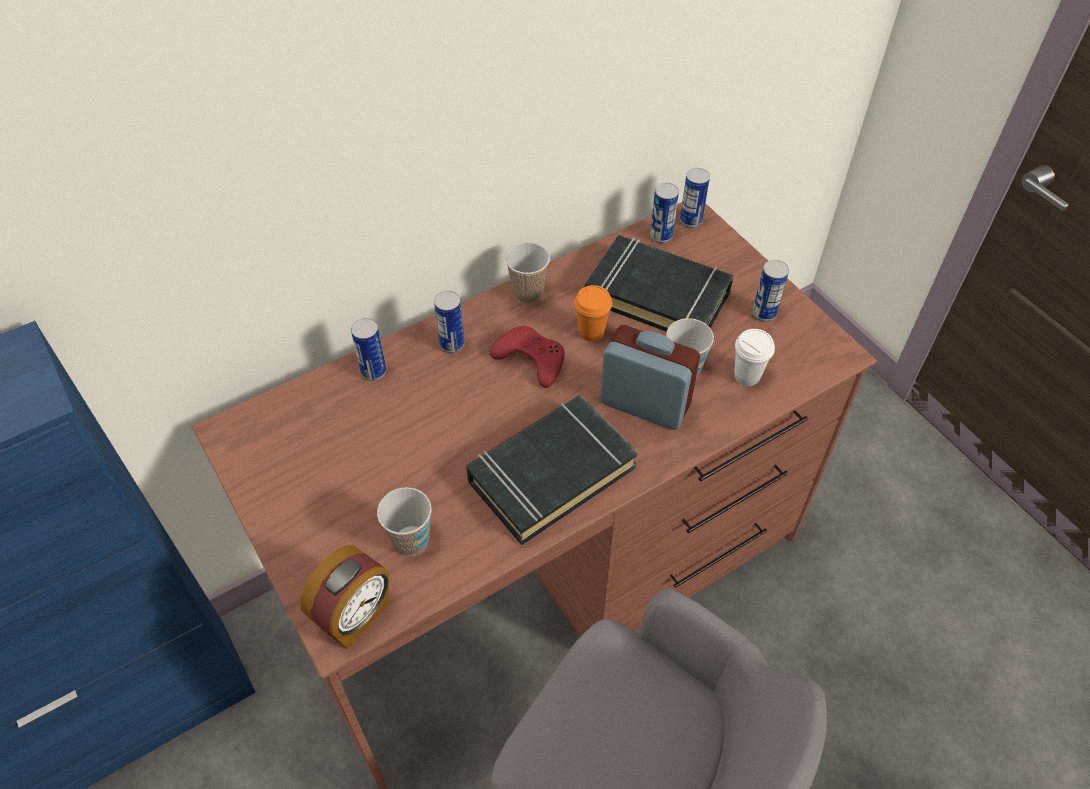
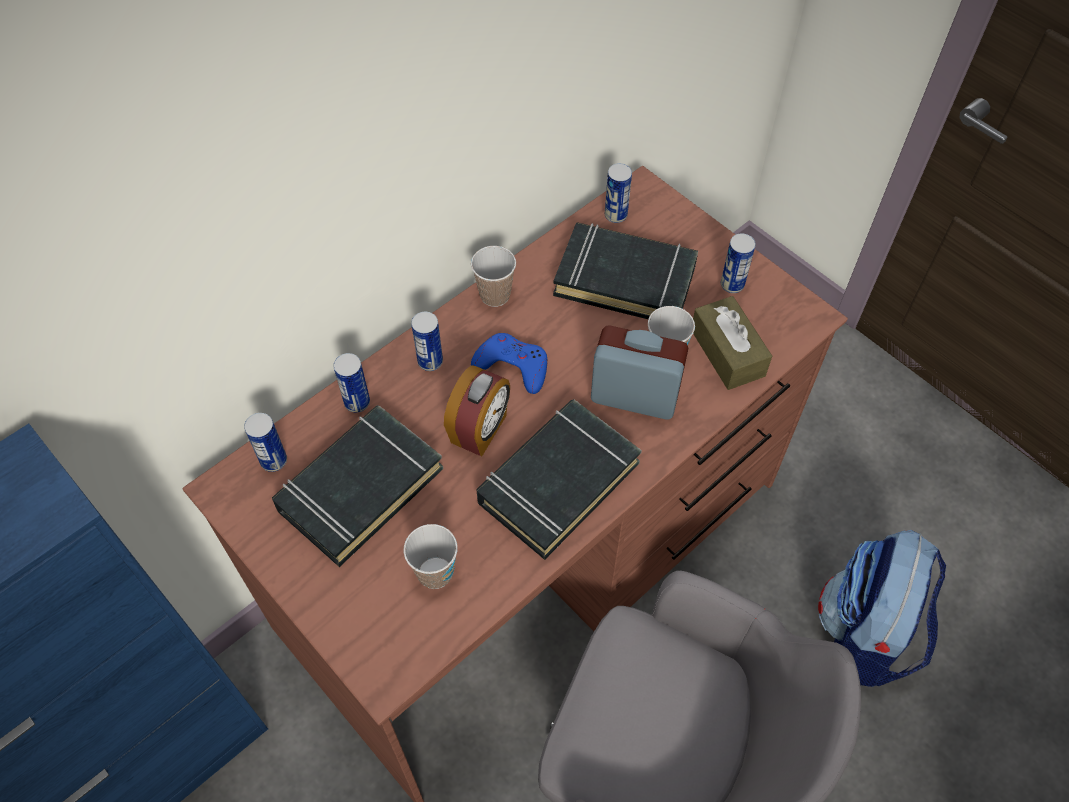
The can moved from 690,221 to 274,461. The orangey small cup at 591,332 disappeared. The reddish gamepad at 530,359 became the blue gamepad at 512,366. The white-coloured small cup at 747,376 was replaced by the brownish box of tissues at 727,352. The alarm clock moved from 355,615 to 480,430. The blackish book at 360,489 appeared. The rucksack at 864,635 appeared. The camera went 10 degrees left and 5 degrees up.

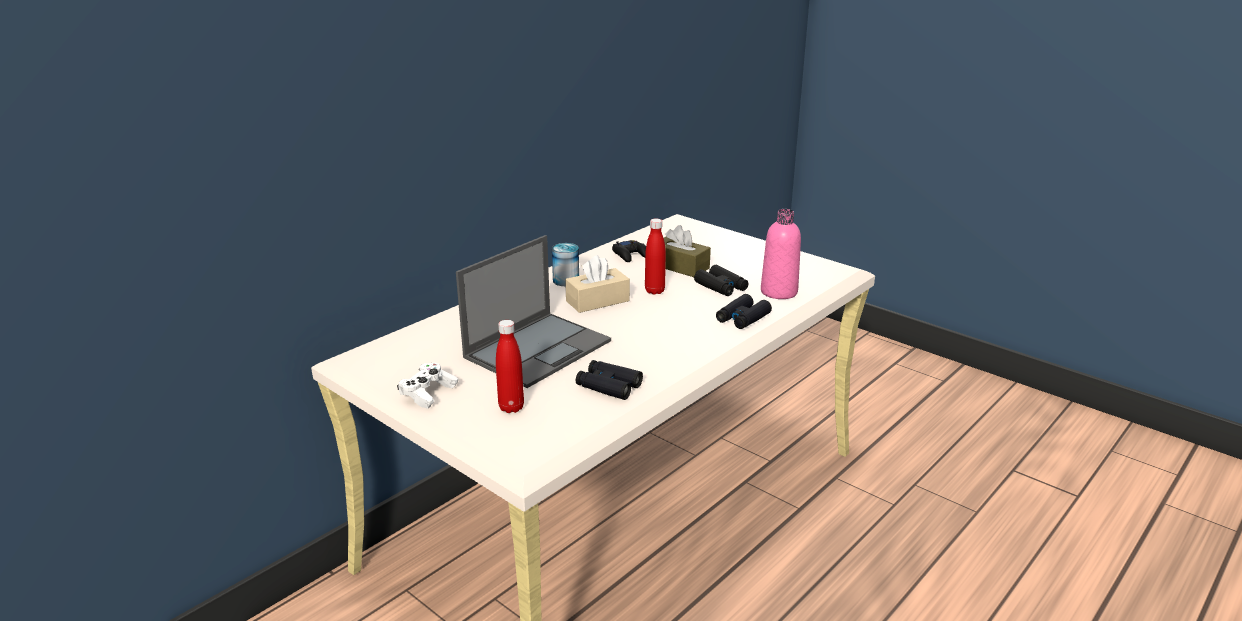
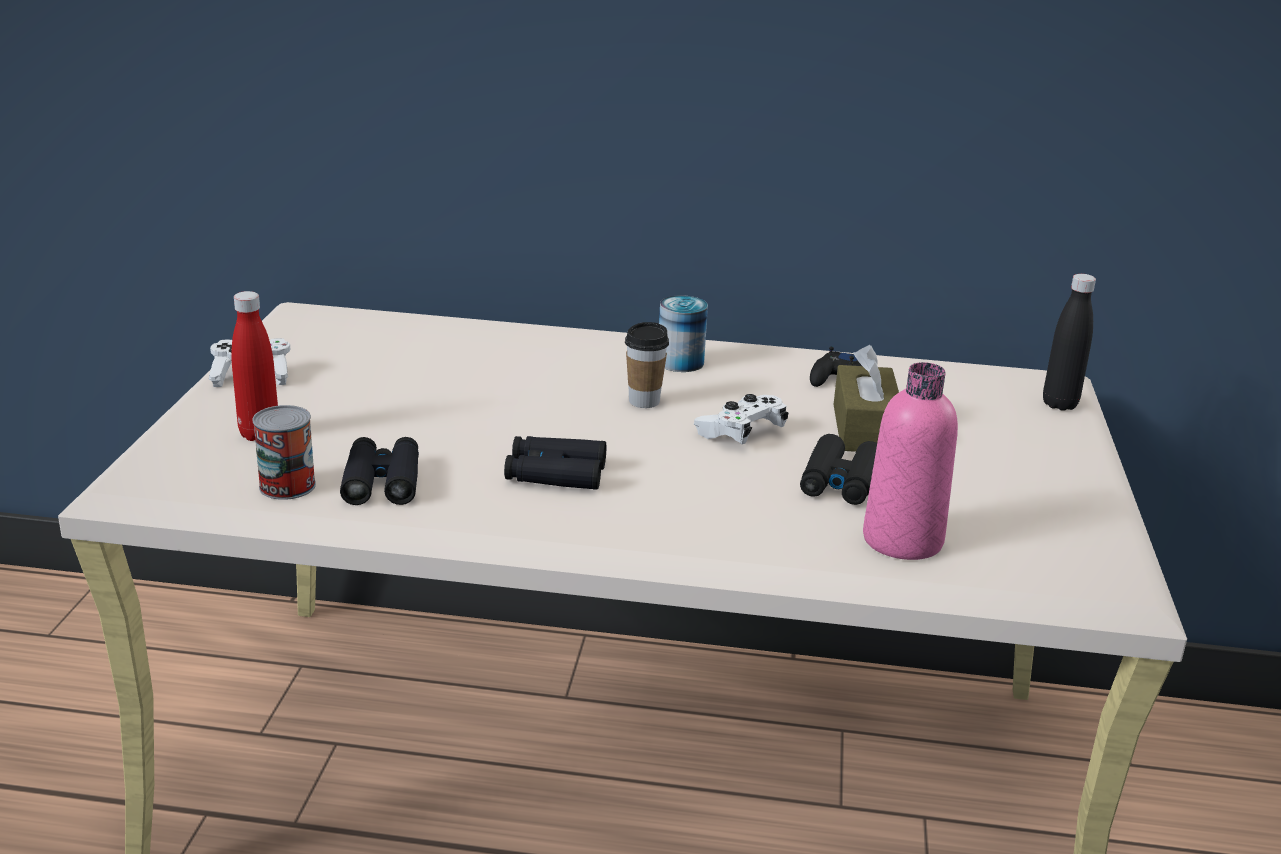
The reddish drink bottle at 654,291 was replaced by the white-coloured gamepad at 741,432. The portable computer at 538,348 disappeared. The sand-coloured box of tissues at 597,301 was replaced by the small cup at 644,401. The blackish binoculars moved from 742,318 to 555,474. The blackish drink bottle at 1059,404 appeared. The can at 287,486 appeared. The camera went 55 degrees right and 0 degrees up.

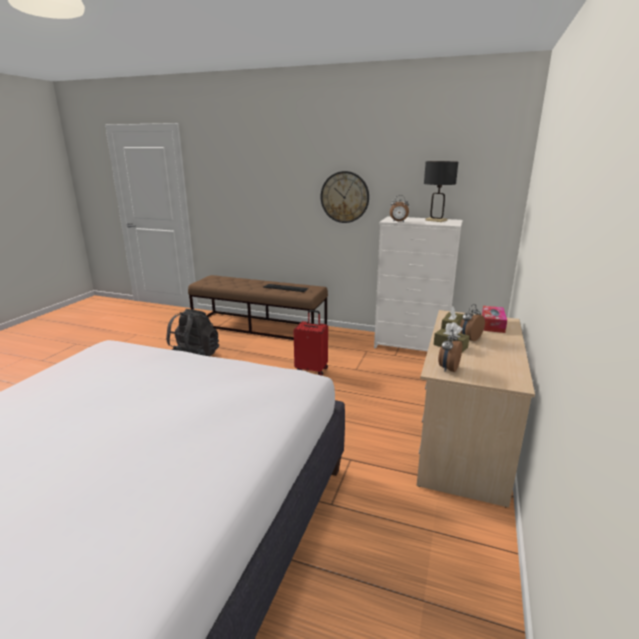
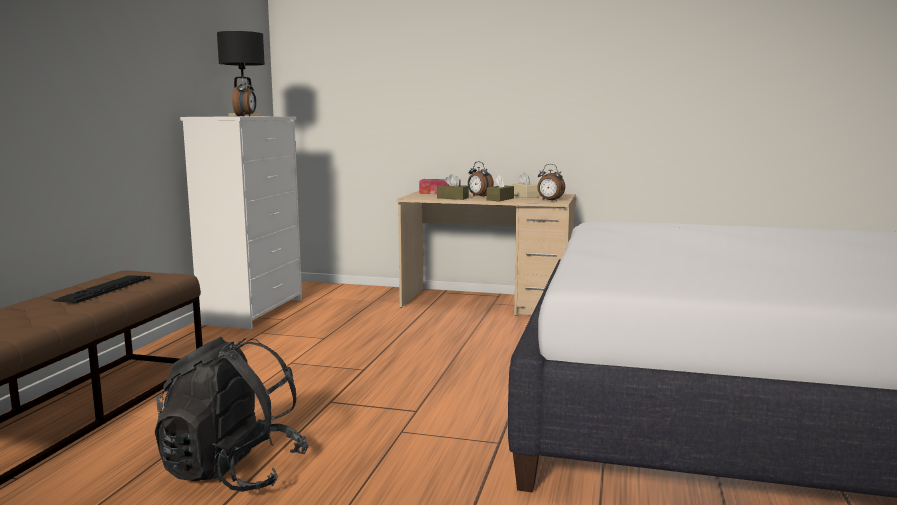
The wall clock at 344,197 disappeared. The reddish piece of luggage at 312,369 disappeared. The sand-coloured box of tissues at 524,196 appeared. The camera went 95 degrees left and 10 degrees down.

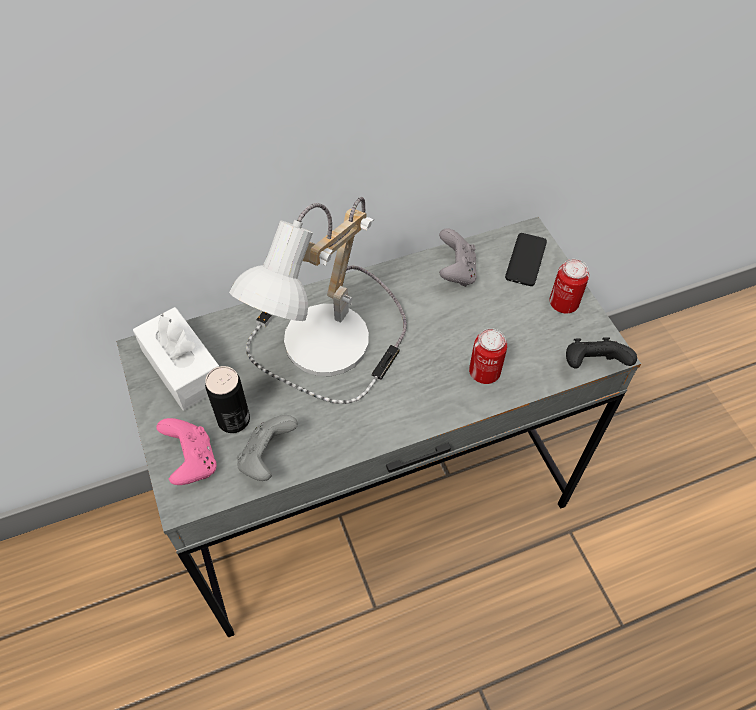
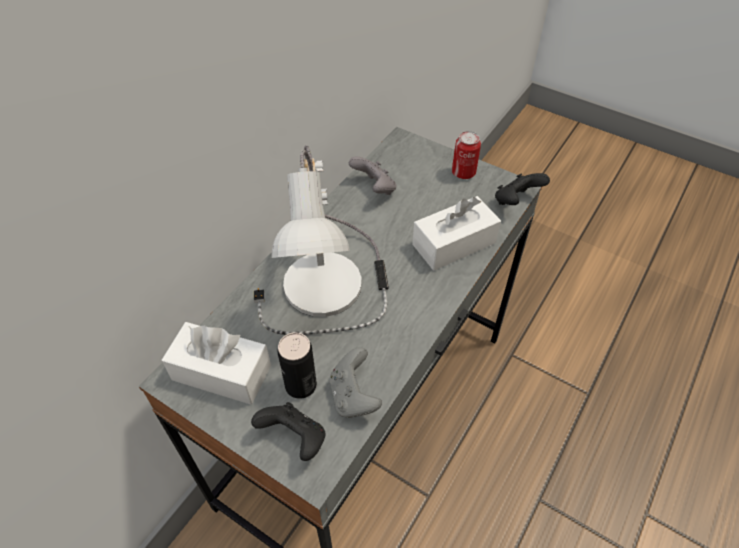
The telephone at 526,260 disappeared. The can at 484,372 was replaced by the white-coloured box of tissues at 454,243. The pink-coloured gamepad at 192,461 became the blackish gamepad at 295,438. The camera went 35 degrees left and 5 degrees down.

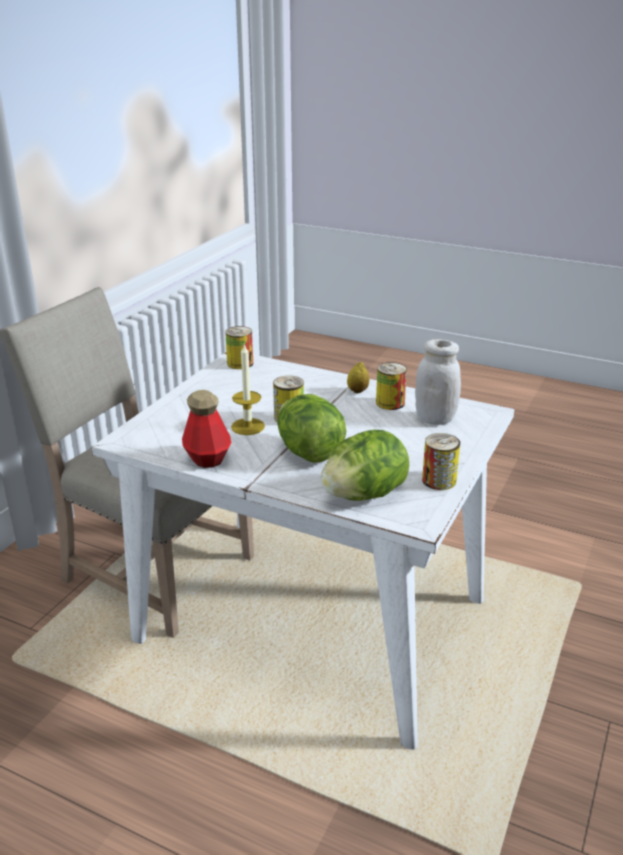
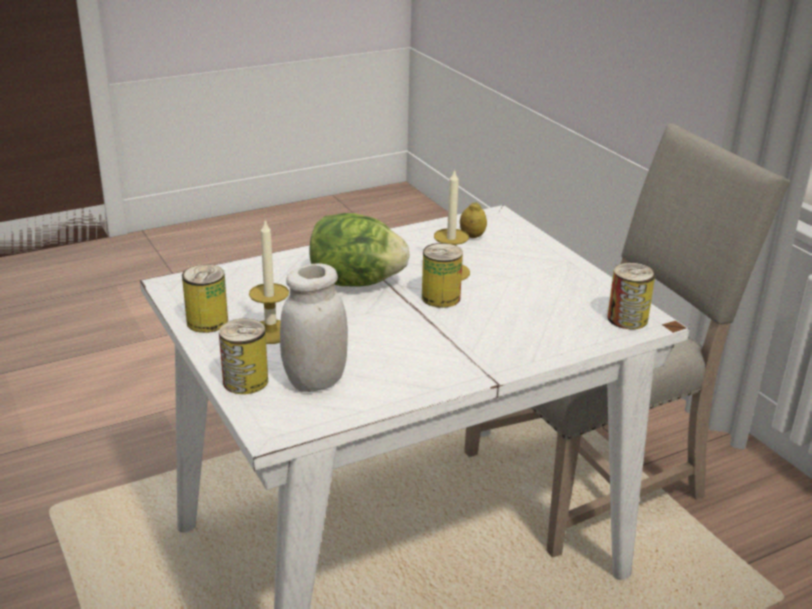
The lemon moved from 358,391 to 472,236. The can moved from 390,403 to 245,381. The drink bottle at 208,459 disappeared. The lettuce at 364,495 disappeared. The wax candle at 271,332 appeared. The camera went 125 degrees right and 0 degrees up.

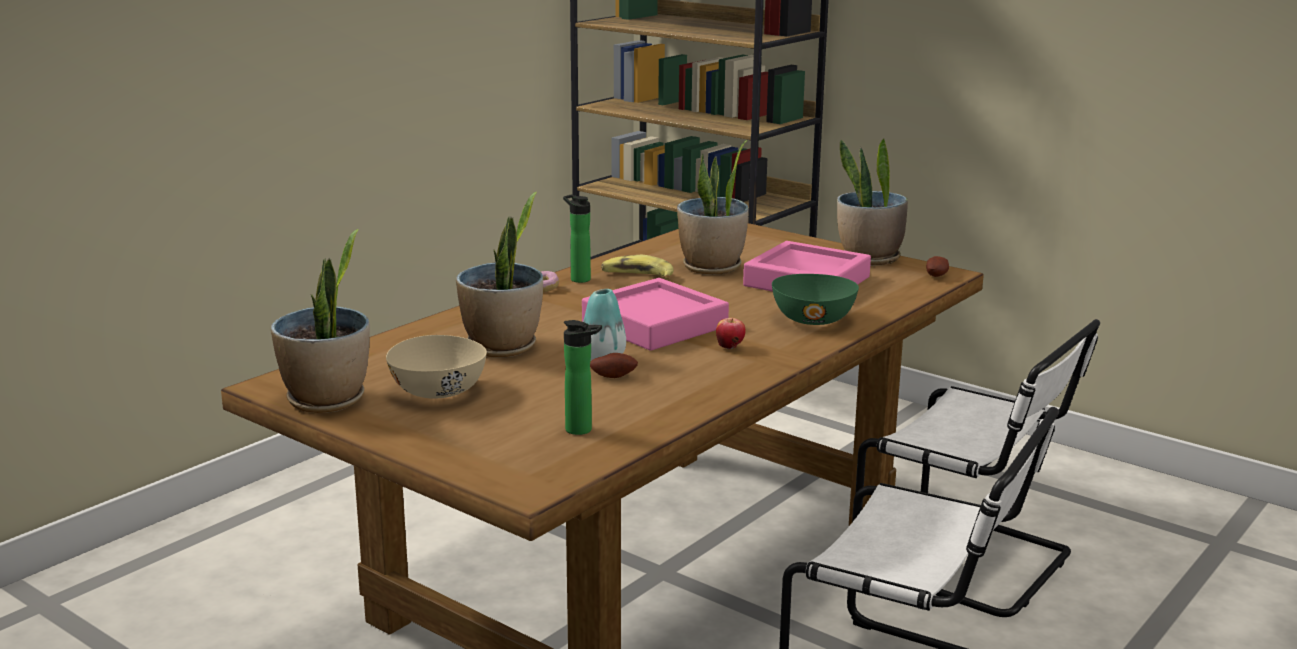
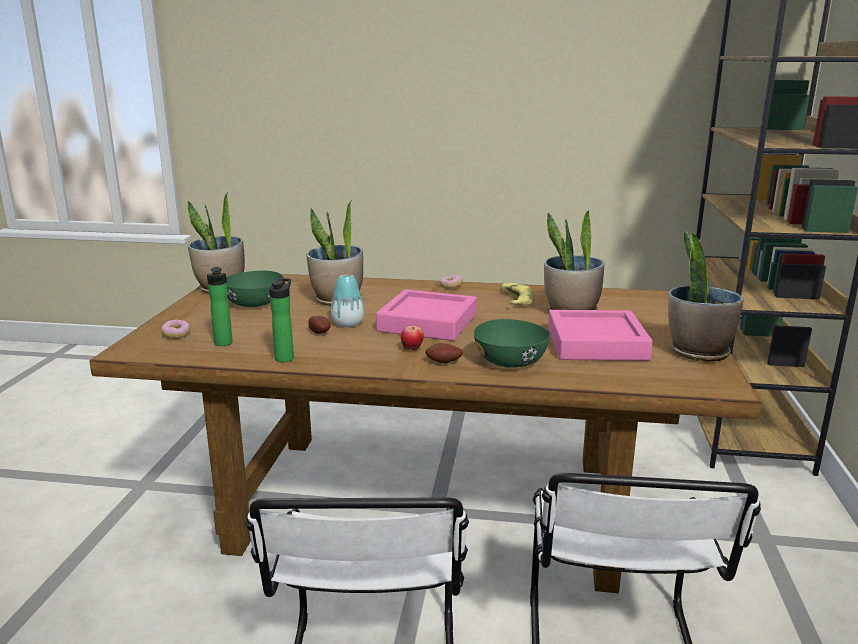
The drink bottle moved from 578,279 to 285,357. The spud moved from 937,276 to 444,363. The sand-coloured serving bowl at 439,391 became the green-coloured serving bowl at 254,304. The ring doughnut at 176,335 appeared. The camera went 60 degrees right and 0 degrees up.

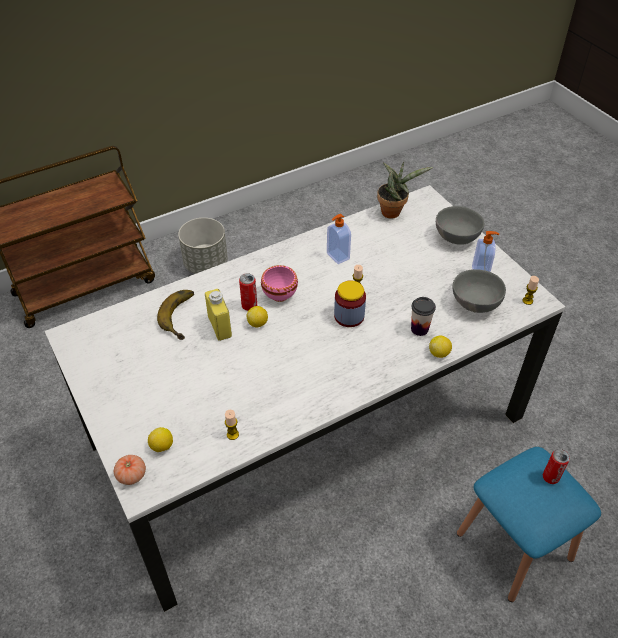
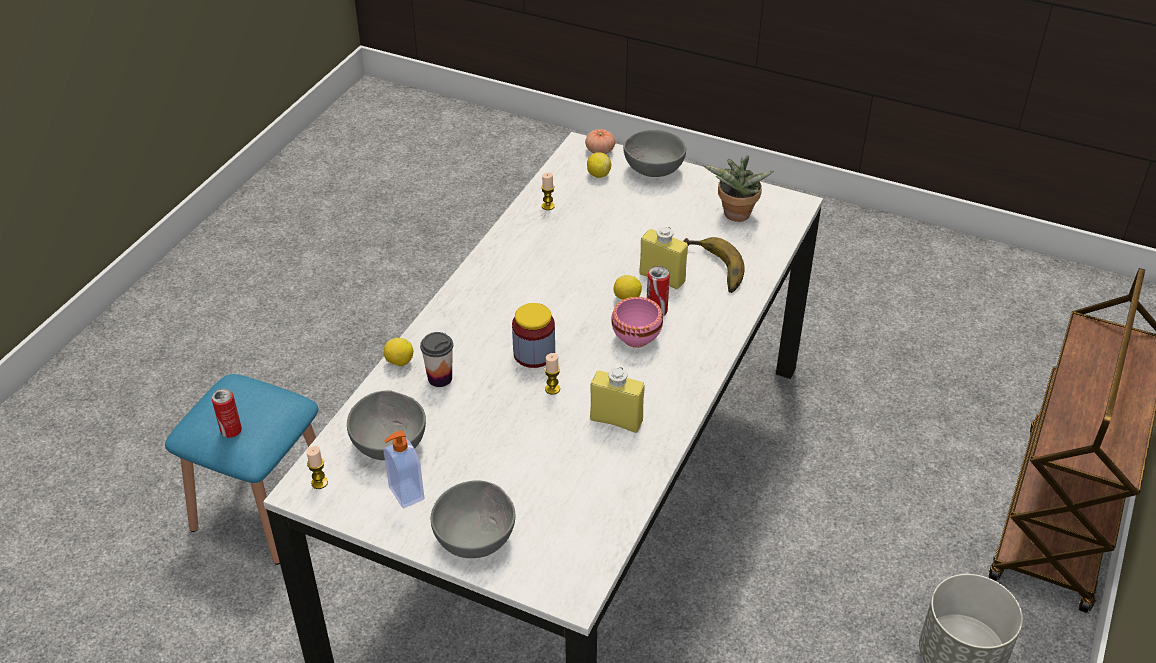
The plant in a pot moved from 393,211 to 735,216. The soap bottle at 337,256 was replaced by the yellow-coloured drink bottle at 616,420. The grey serving bowl at 652,169 appeared. The camera went 145 degrees right and 5 degrees down.

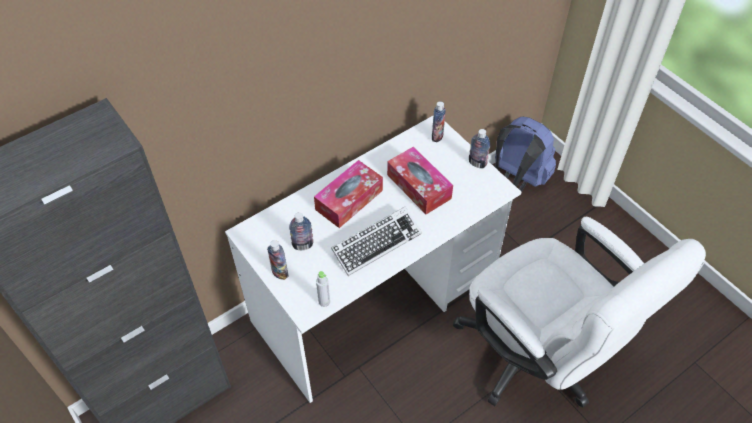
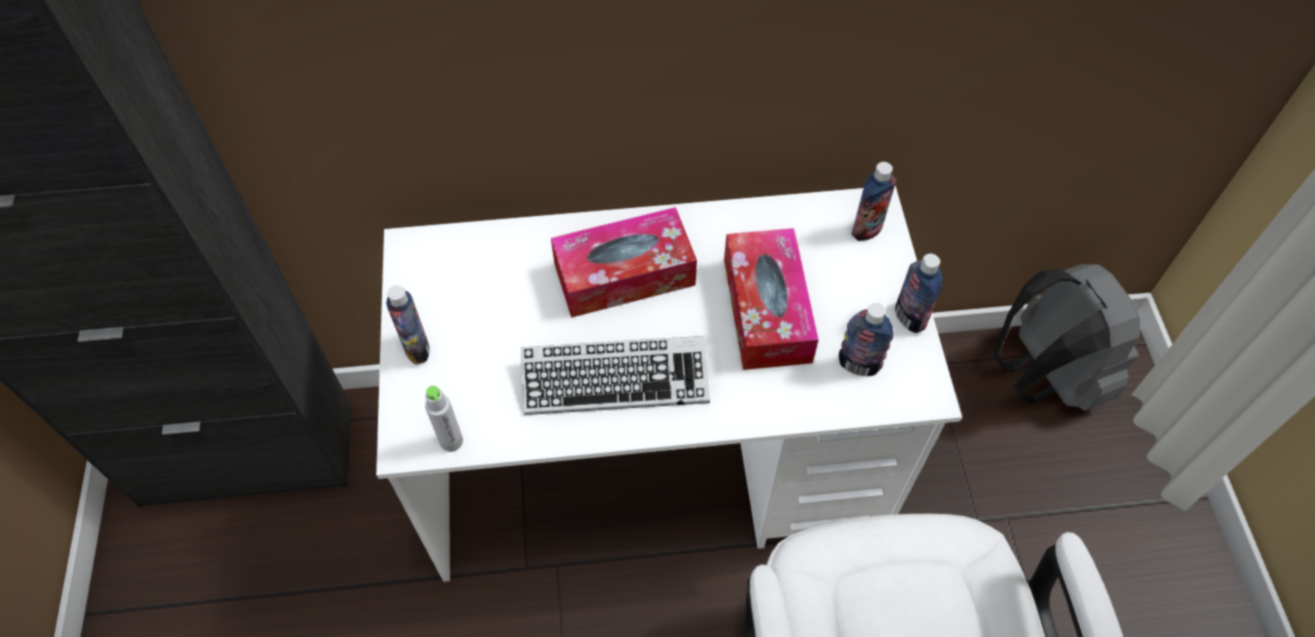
The blue rucksack at 517,179 became the grey rucksack at 1043,375. The drink bottle moved from 303,245 to 858,365. The camera went 30 degrees right and 5 degrees up.

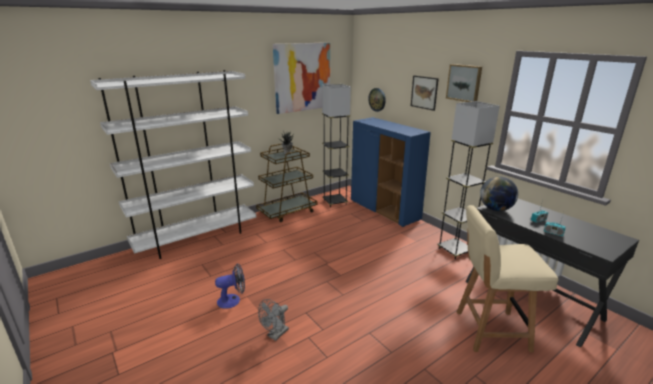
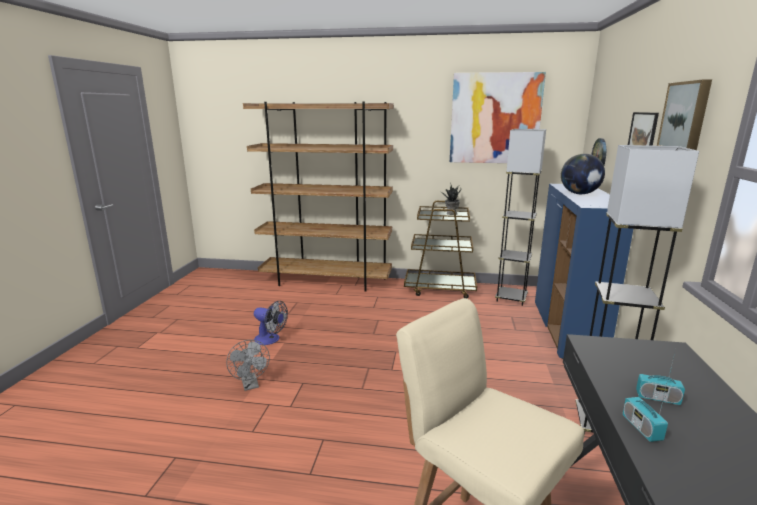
The white-coloured bookcase at 197,238 became the brownish bookcase at 326,281. The world globe moved from 495,209 to 579,194. The grey cooling fan at 275,335 turned 105 degrees counterclockwise. The camera went 45 degrees right and 5 degrees down.

